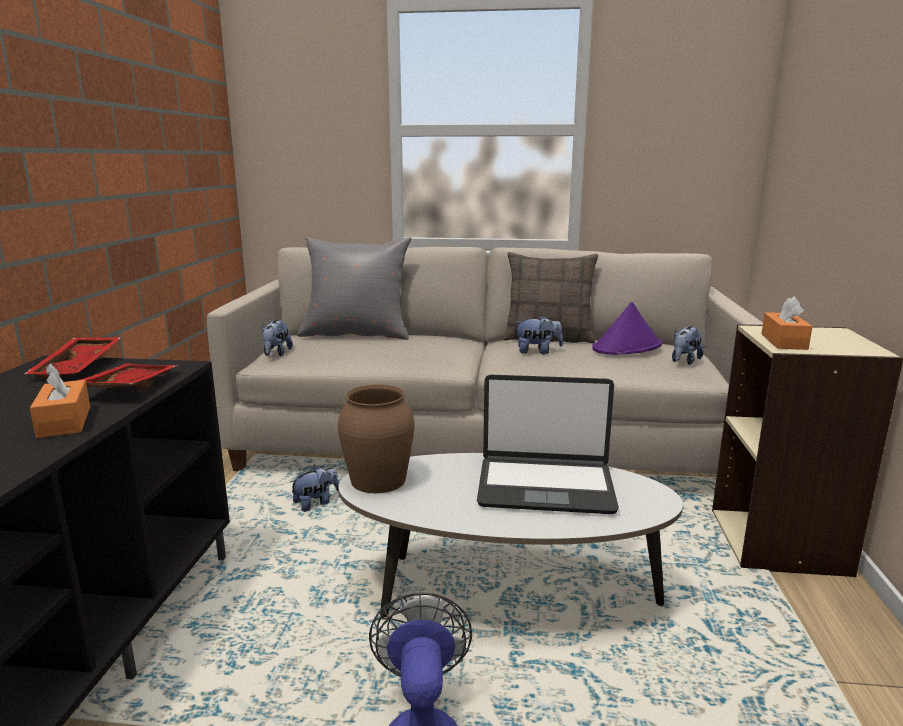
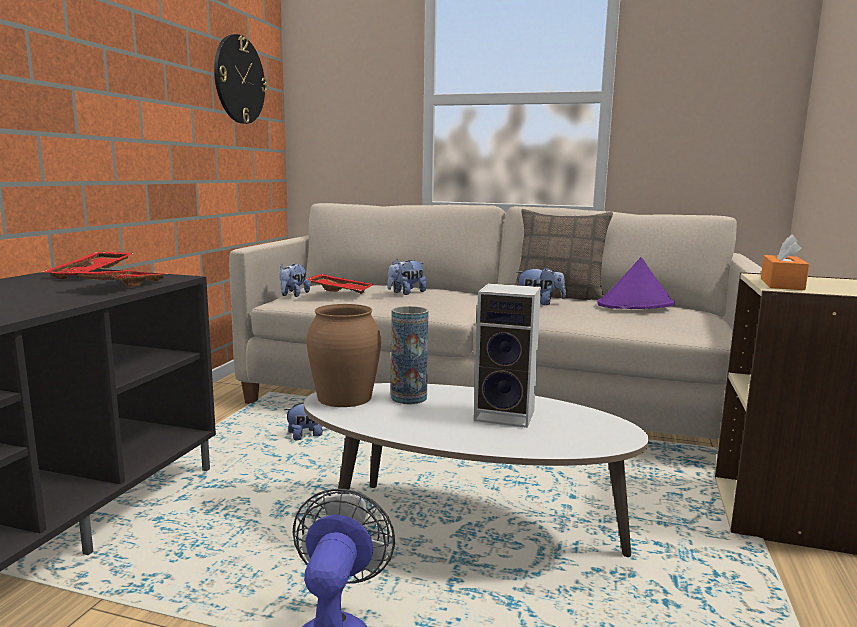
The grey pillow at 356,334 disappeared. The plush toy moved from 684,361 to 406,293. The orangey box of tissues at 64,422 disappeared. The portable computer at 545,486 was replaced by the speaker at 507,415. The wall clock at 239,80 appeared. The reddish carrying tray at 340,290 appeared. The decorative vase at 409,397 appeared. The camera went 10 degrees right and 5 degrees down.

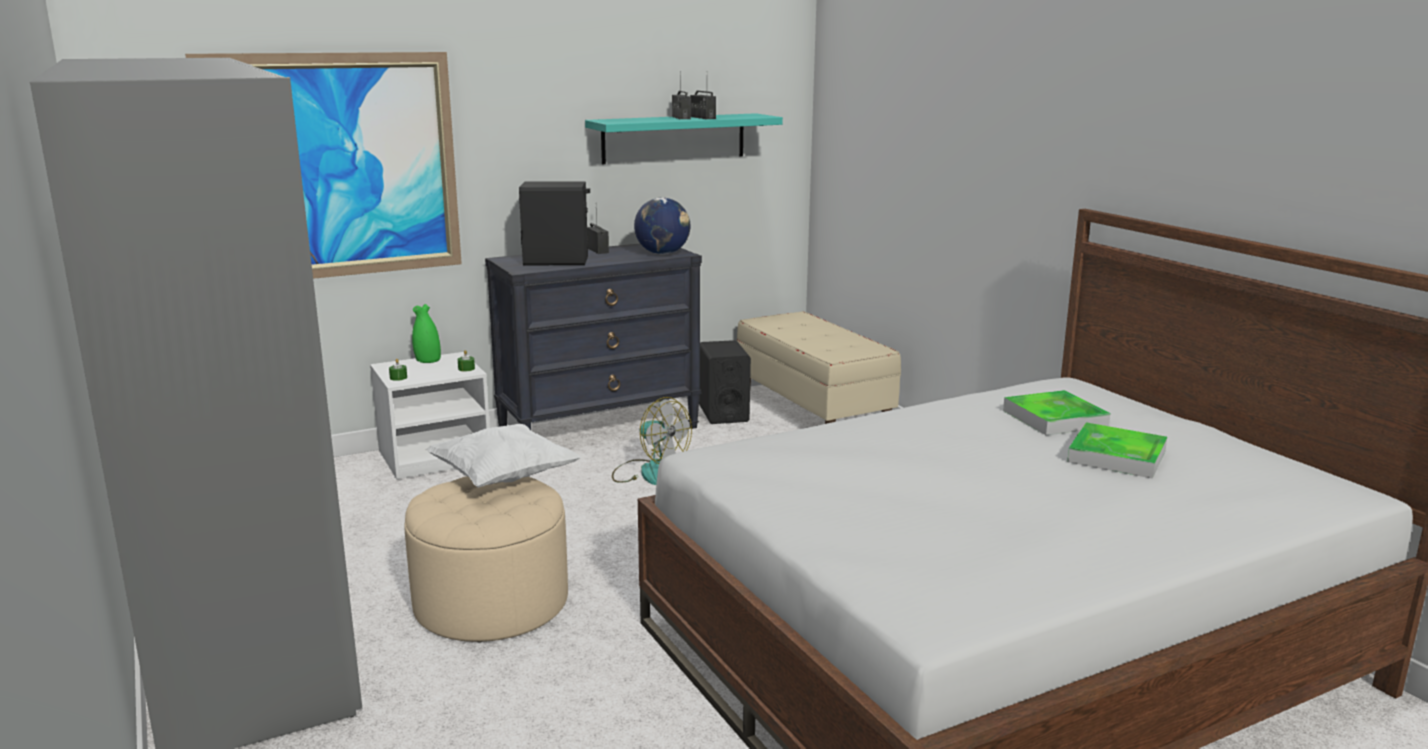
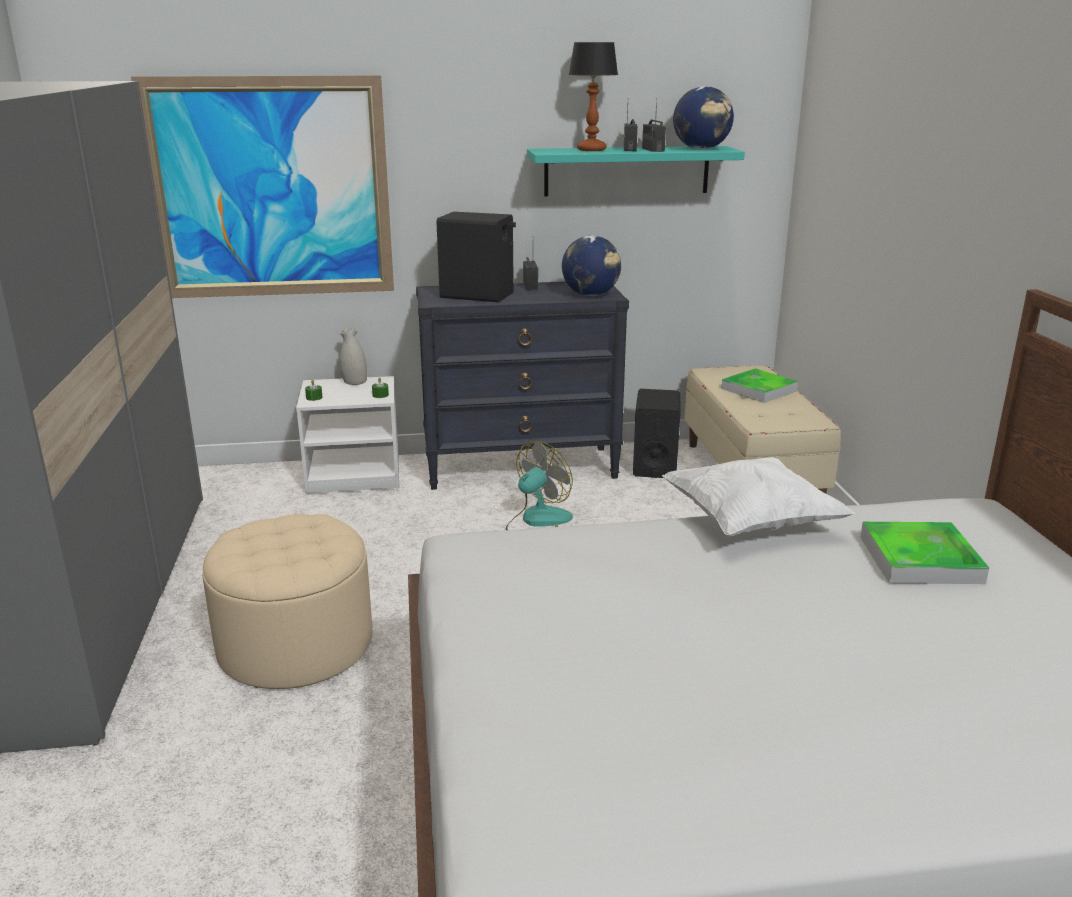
The green-coloured decorative vase at 427,360 became the white-coloured decorative vase at 354,382. The cooling fan at 649,472 turned 105 degrees counterclockwise. The carrying tray moved from 1116,456 to 759,390. The white-coloured pillow moved from 503,478 to 750,522. The lamp for a table at 591,150 appeared. The world globe at 701,149 appeared. The camera went 20 degrees right and 5 degrees up.

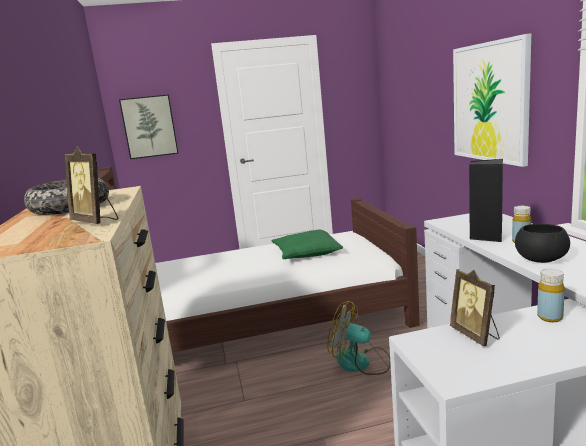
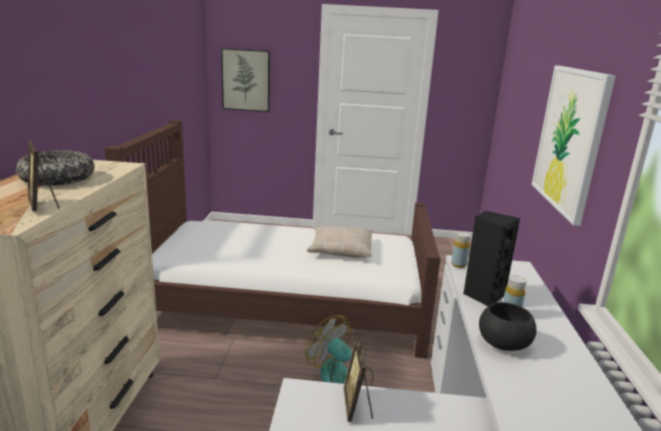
The green-coloured pillow at 306,252 became the sand-coloured pillow at 340,249. The yellow-coloured drink bottle moved from 550,317 to 458,265. The camera went 15 degrees right and 5 degrees up.

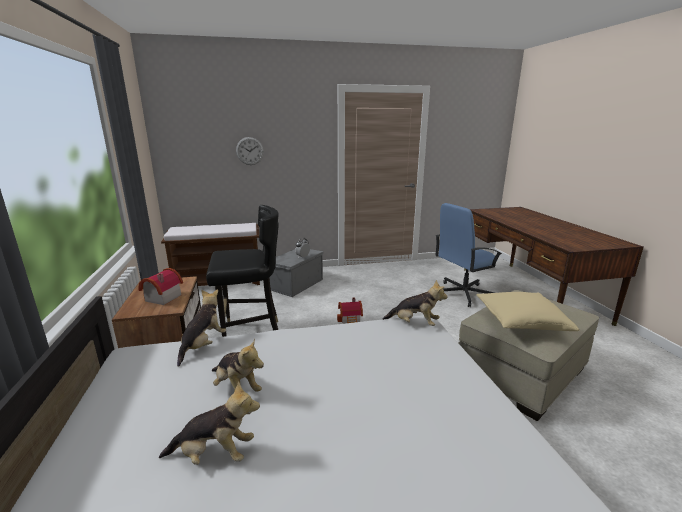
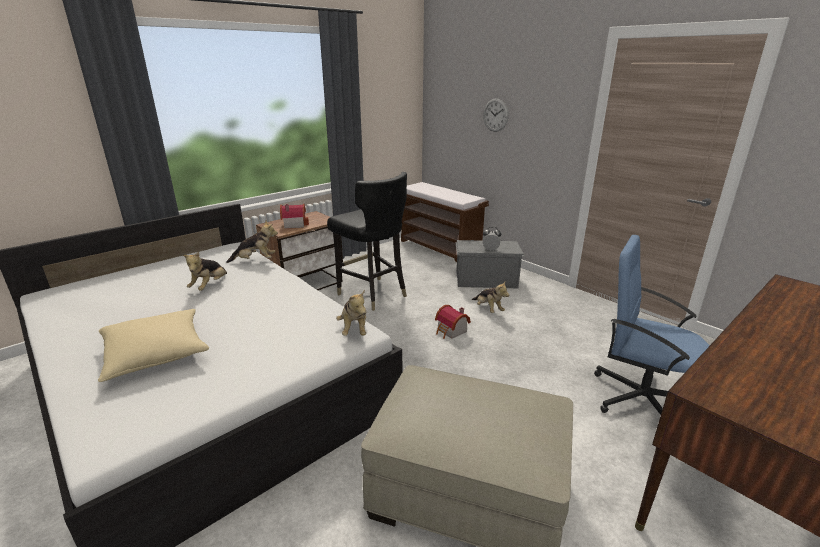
The sand-coloured pillow moved from 521,321 to 156,354. The plush toy moved from 214,454 to 488,309. The camera went 60 degrees right and 5 degrees up.

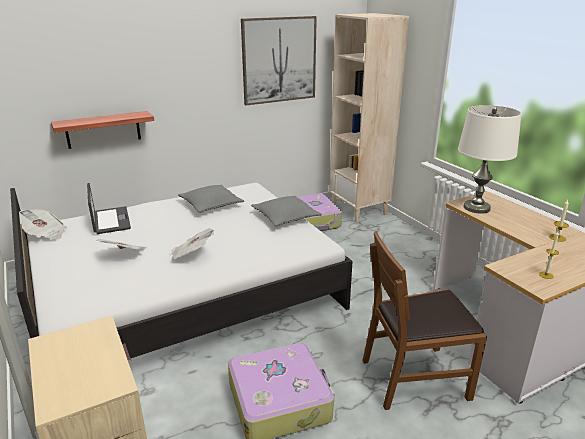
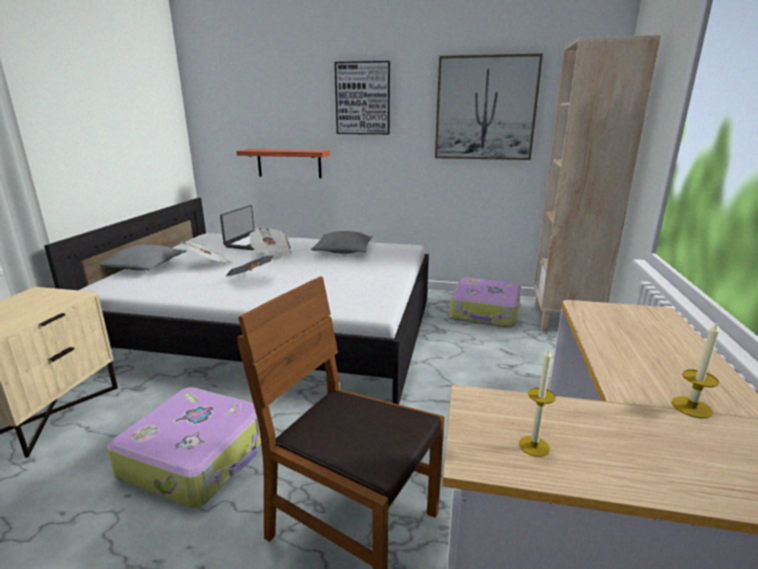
The white-coloured lamp for a table at 476,208 disappeared. The grey pillow moved from 285,217 to 144,267. The daily paper moved from 45,234 to 271,254. The picture at 363,98 appeared. The camera went 40 degrees right and 5 degrees down.

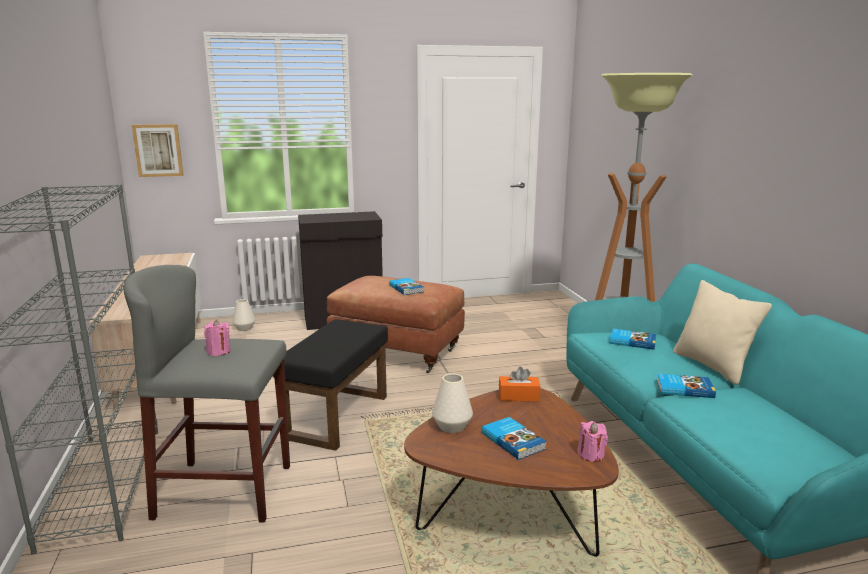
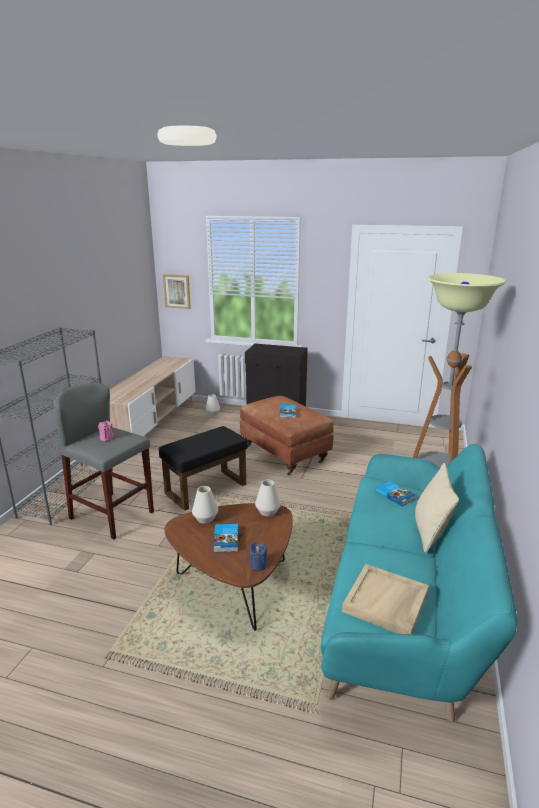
The orangey box of tissues at 518,396 was replaced by the white-coloured decorative vase at 268,511. The book at 684,388 disappeared. The pink-coloured wax candle at 591,455 became the blue wax candle at 258,565. The sand-coloured carrying tray at 386,602 appeared. The camera went 30 degrees right and 5 degrees up.

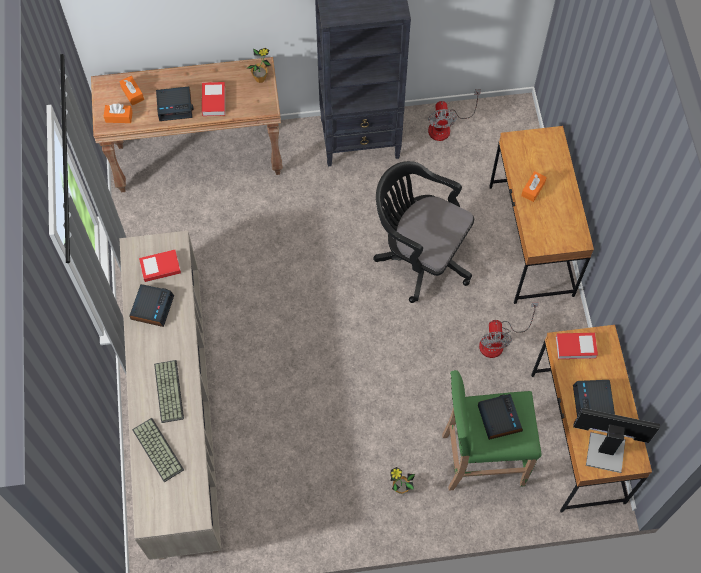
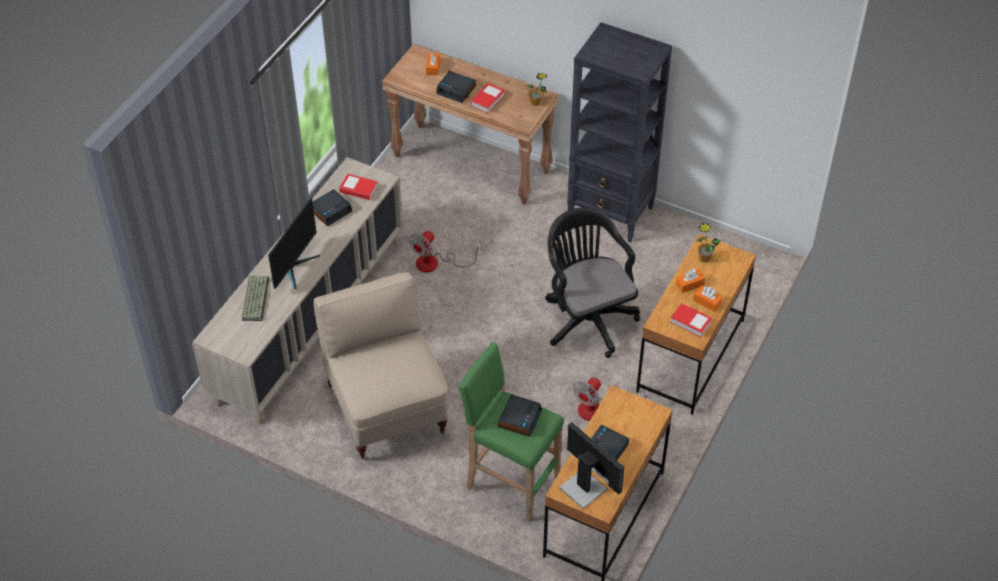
The cooling fan moved from 445,126 to 435,263. The orangey box of tissues moved from 119,117 to 707,302. The book moved from 575,347 to 690,322. The PC keyboard at 167,391 was replaced by the monitor at 294,267. The plant in a pot moved from 400,488 to 704,258. The sand-coloured plain chair at 386,407 appeared. The camera went 35 degrees right and 15 degrees down.

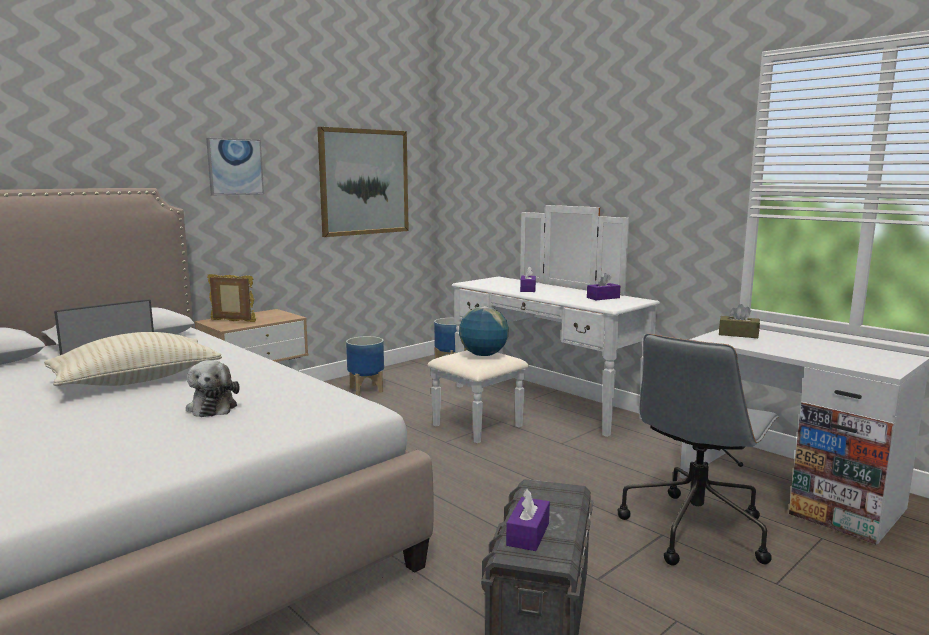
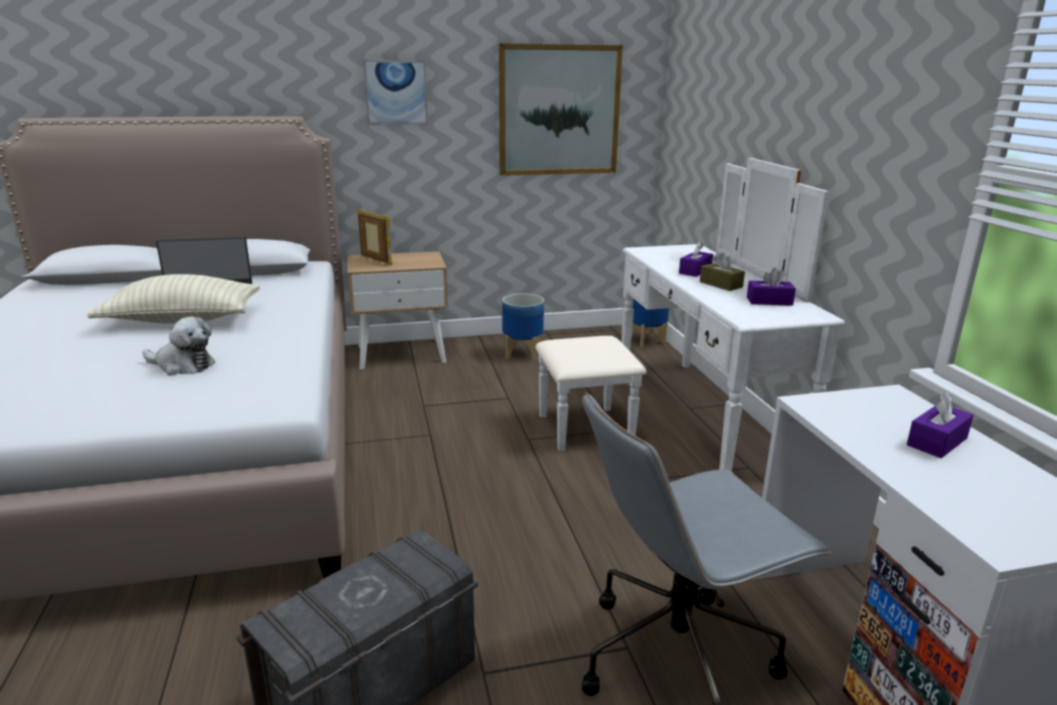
The brownish box of tissues moved from 738,334 to 721,284. The world globe at 483,355 disappeared. The plush toy at 212,407 turned 90 degrees counterclockwise. The purple-coloured box of tissues moved from 528,534 to 937,441. The camera went 30 degrees right and 10 degrees up.

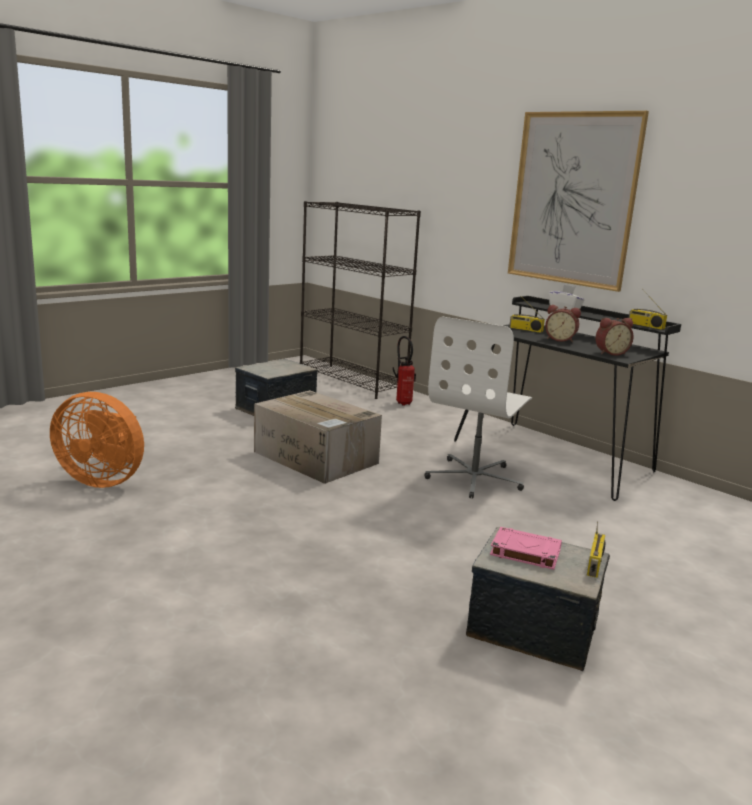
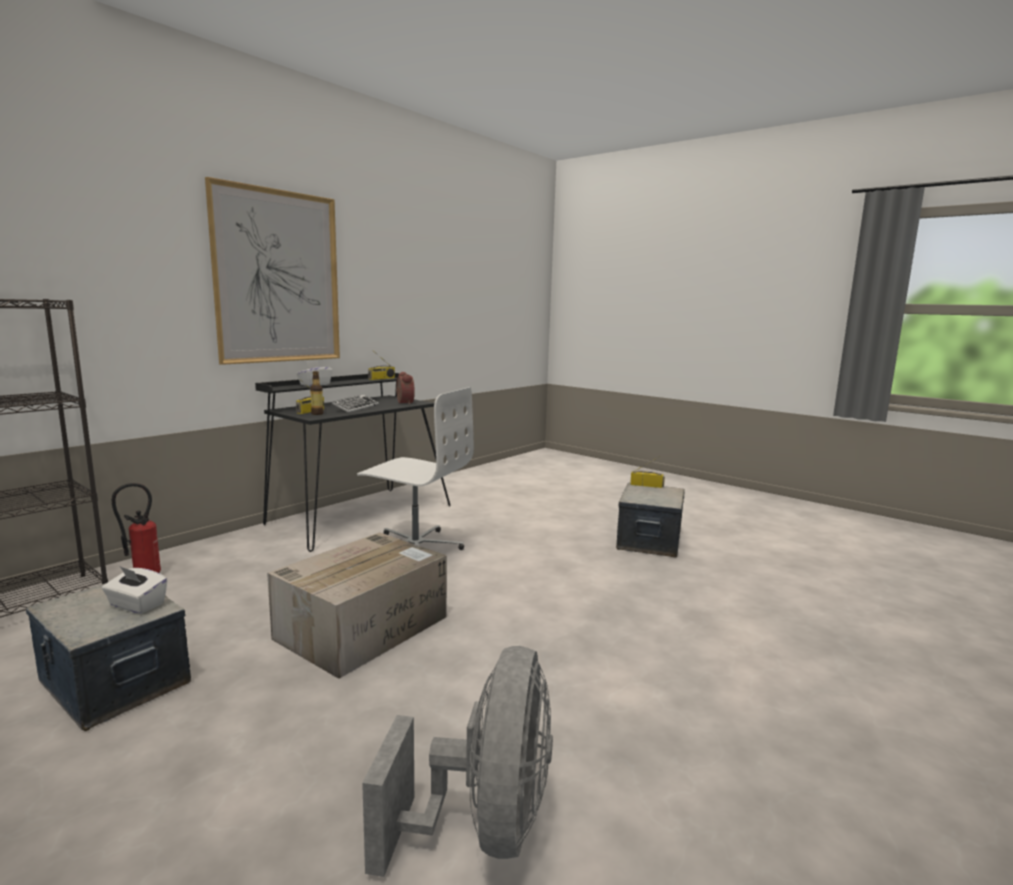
The alarm clock at 560,339 was replaced by the PC keyboard at 355,407. The orangey cooling fan at 104,480 became the grey cooling fan at 484,826. The pink-coloured book at 524,552 disappeared. The drink bottle at 317,414 appeared. The white-coloured box of tissues at 136,605 appeared. The camera went 95 degrees left and 5 degrees down.

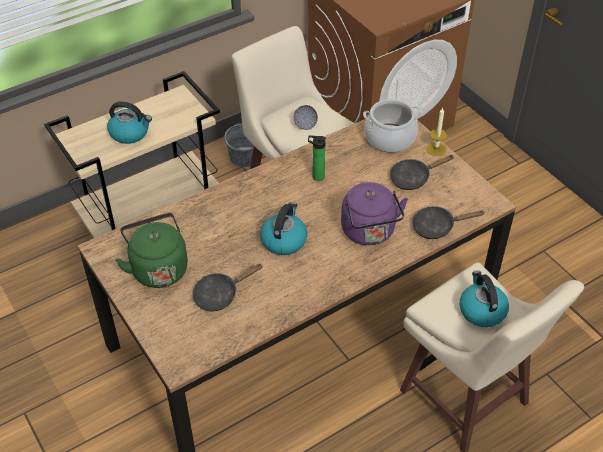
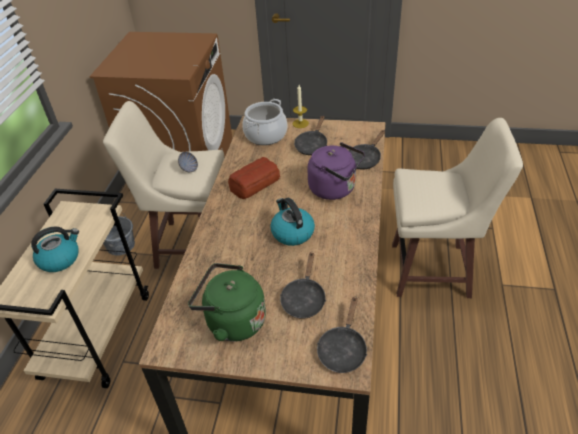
The drink bottle at 316,176 was replaced by the baked bread at 254,184. The water kettle at 481,310 disappeared. The blackish pan at 343,349 appeared. The camera went 45 degrees left and 5 degrees down.

